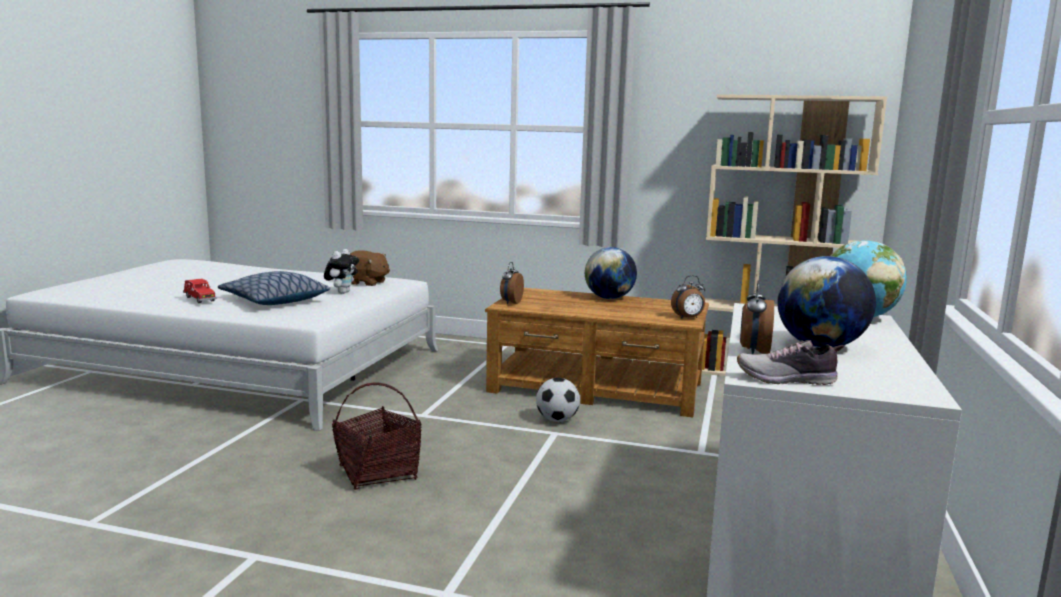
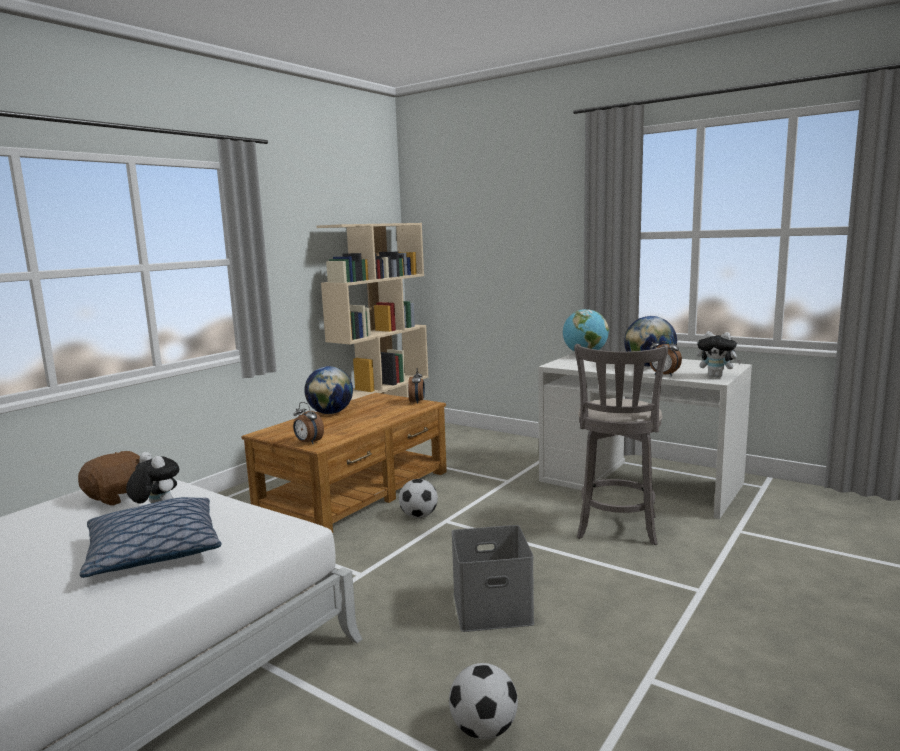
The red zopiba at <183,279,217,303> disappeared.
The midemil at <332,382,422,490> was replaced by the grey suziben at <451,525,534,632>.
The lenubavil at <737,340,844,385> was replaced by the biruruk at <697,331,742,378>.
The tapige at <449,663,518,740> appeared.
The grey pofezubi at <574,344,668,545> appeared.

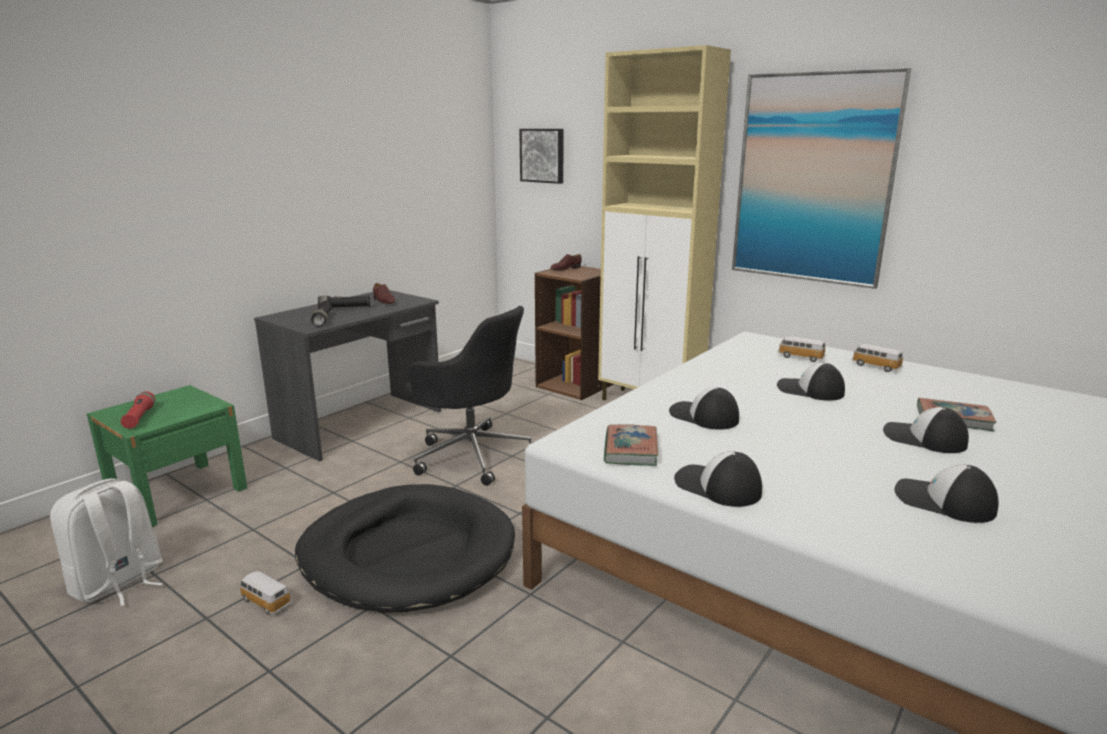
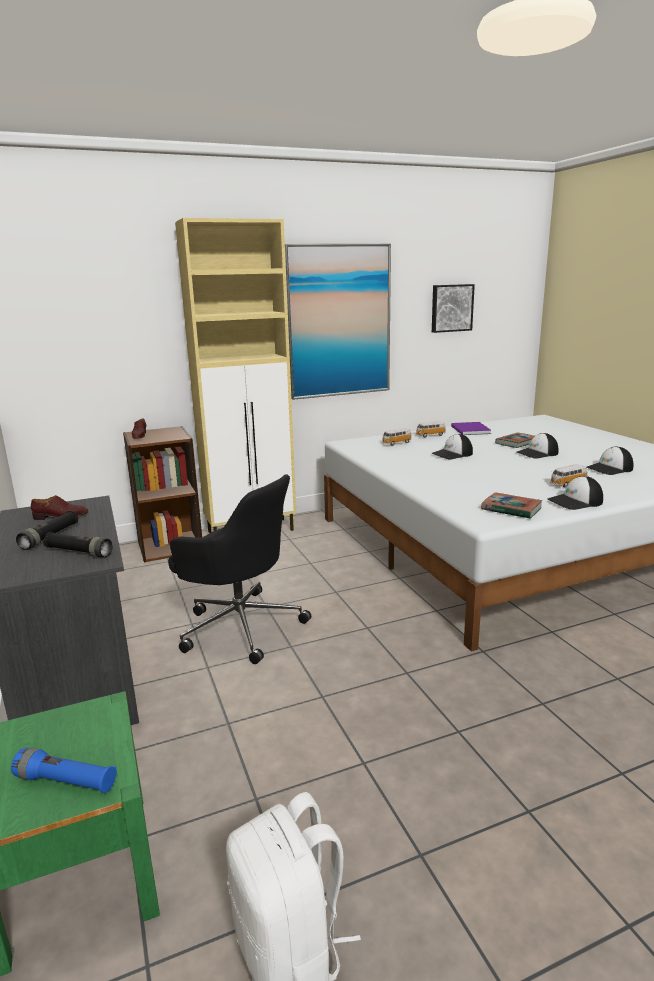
The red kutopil at <121,392,155,429> became the blue kutopil at <11,748,117,793>.
The zopiba moved from <239,571,292,615> to <550,464,588,487>.
The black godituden at <295,484,515,613> disappeared.
The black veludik at <405,306,531,486> turned 60 degrees clockwise.
The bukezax moved from <519,129,564,184> to <432,284,475,333>.
The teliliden at <669,387,739,430> disappeared.
The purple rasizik at <451,422,491,435> appeared.

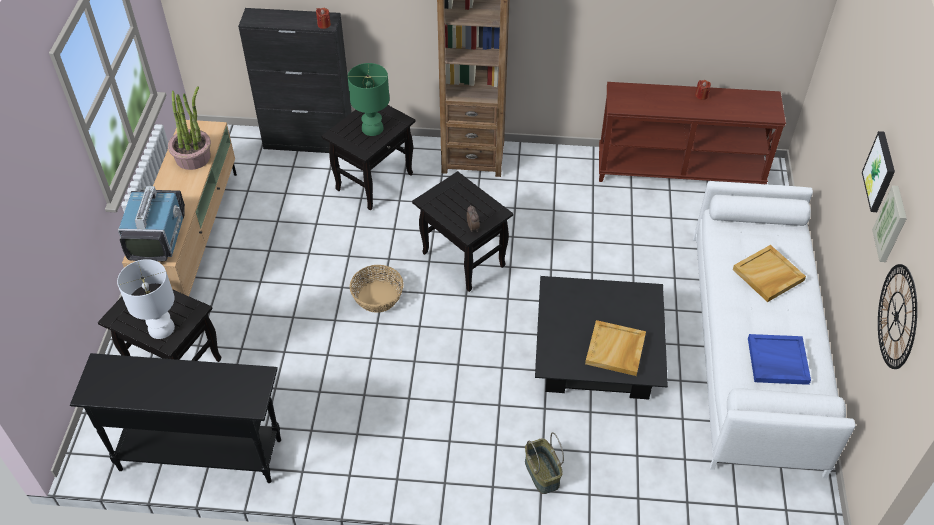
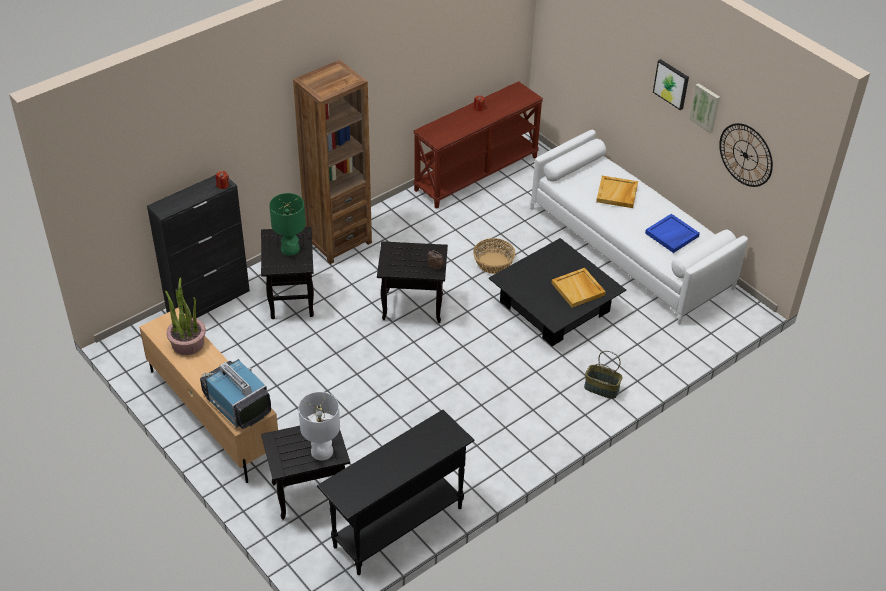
The midemil moved from <350,265,404,313> to <473,238,515,274>.

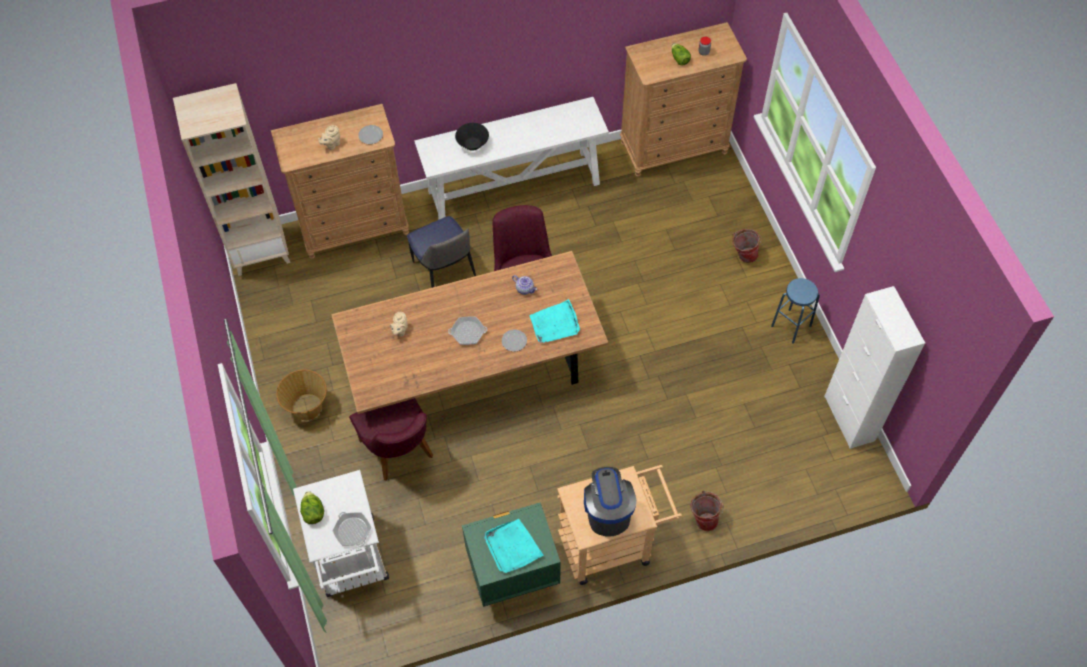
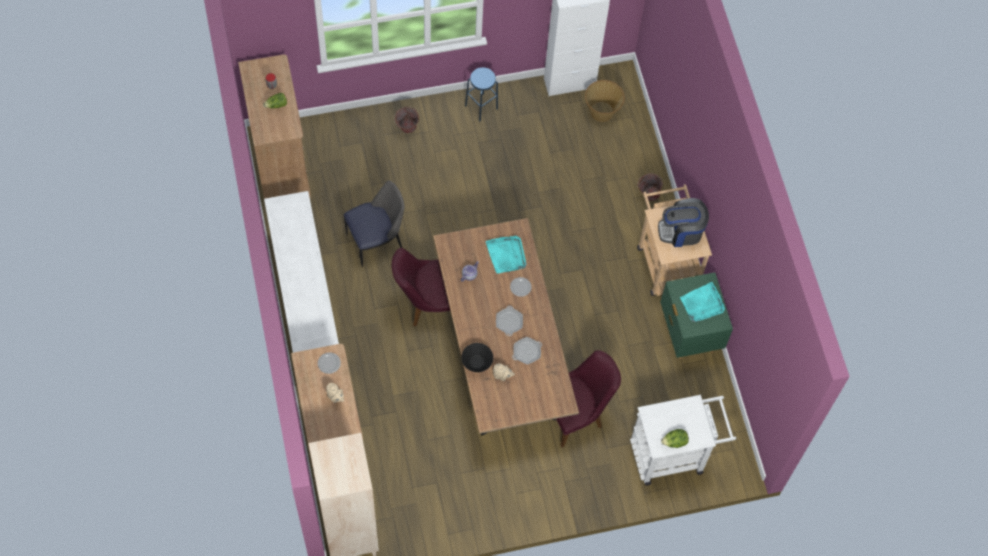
The midemil moved from <276,370,327,420> to <585,80,625,122>.
The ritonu moved from <333,512,371,547> to <512,337,542,365>.
The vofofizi moved from <407,216,476,288> to <344,180,405,267>.
The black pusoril moved from <455,123,489,151> to <461,343,493,372>.

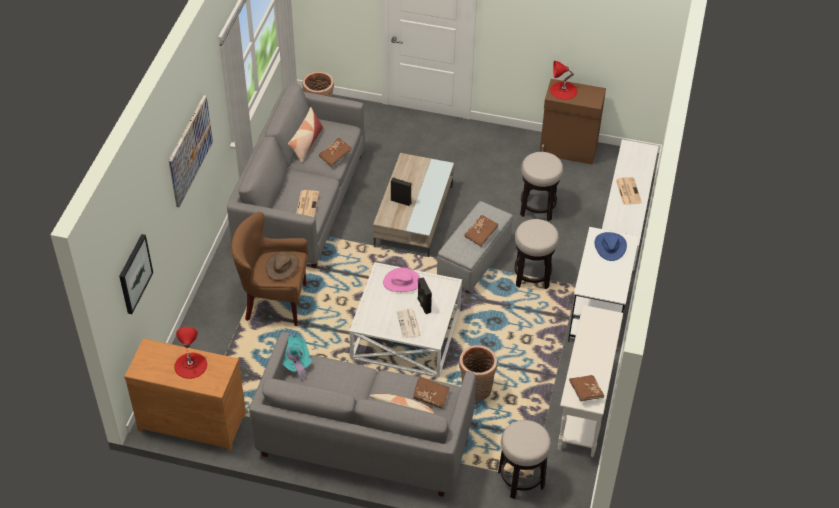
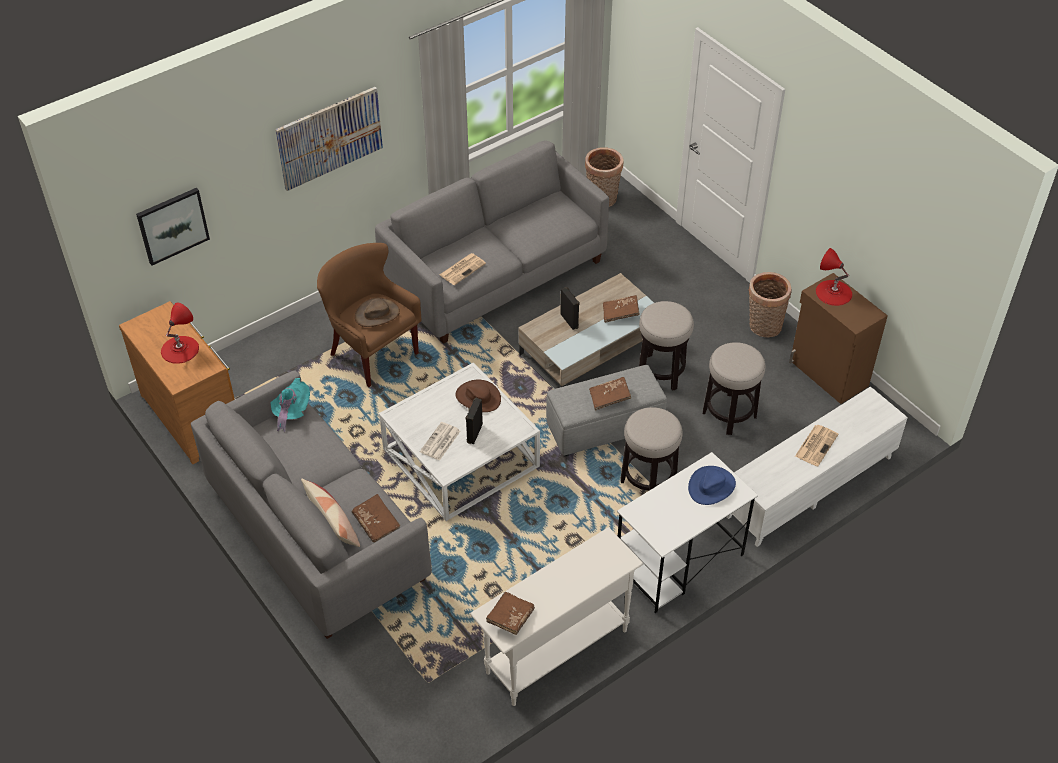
The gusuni at <288,107,324,163> disappeared.
The brown rasizik moved from <319,138,352,167> to <603,295,640,323>.
The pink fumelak at <383,268,420,292> became the brown fumelak at <455,380,501,412>.
The midemil moved from <459,345,497,401> to <748,272,792,337>.
The pofezubi moved from <498,420,551,499> to <639,301,694,391>.

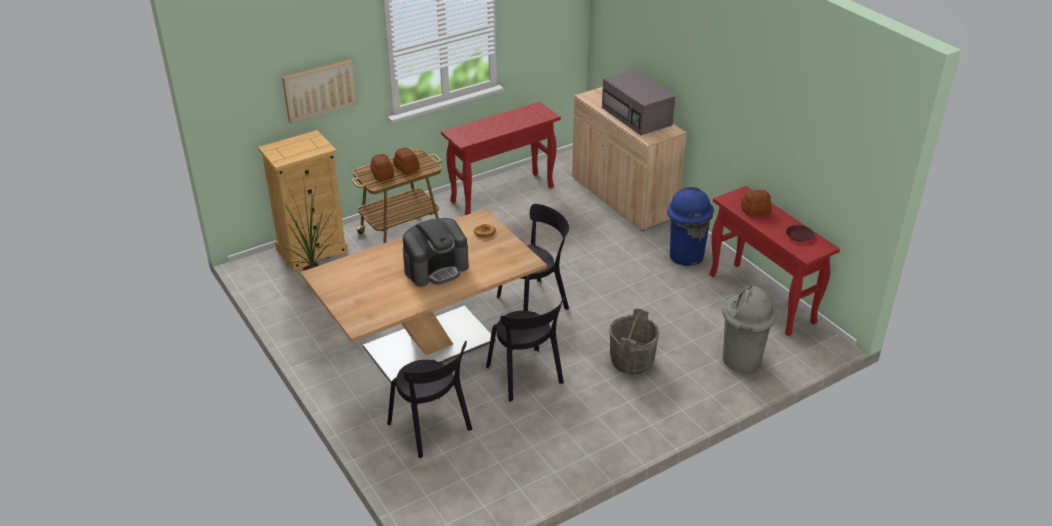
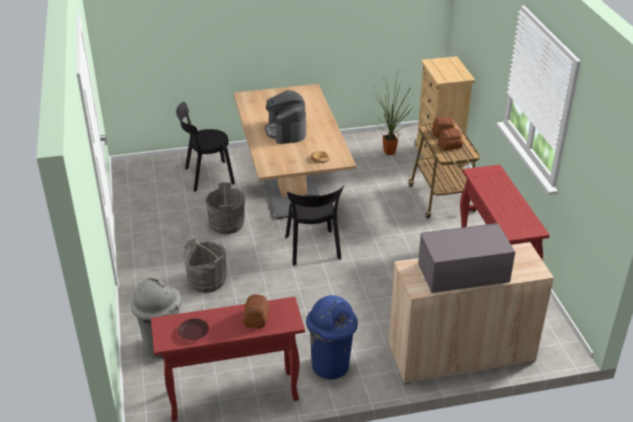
The bukezax at <282,60,357,123> disappeared.
The black vofofizi at <486,296,565,402> was replaced by the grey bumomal at <205,182,245,234>.

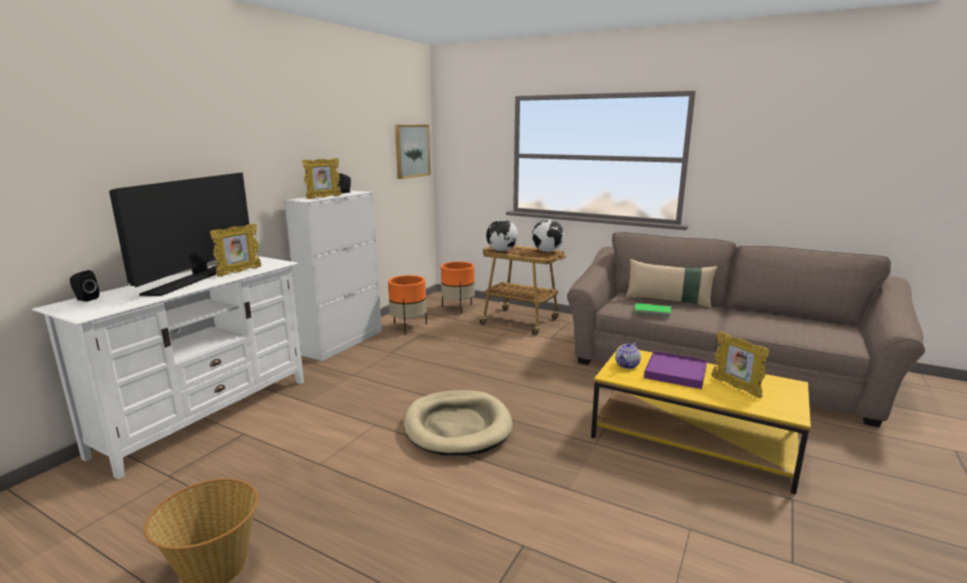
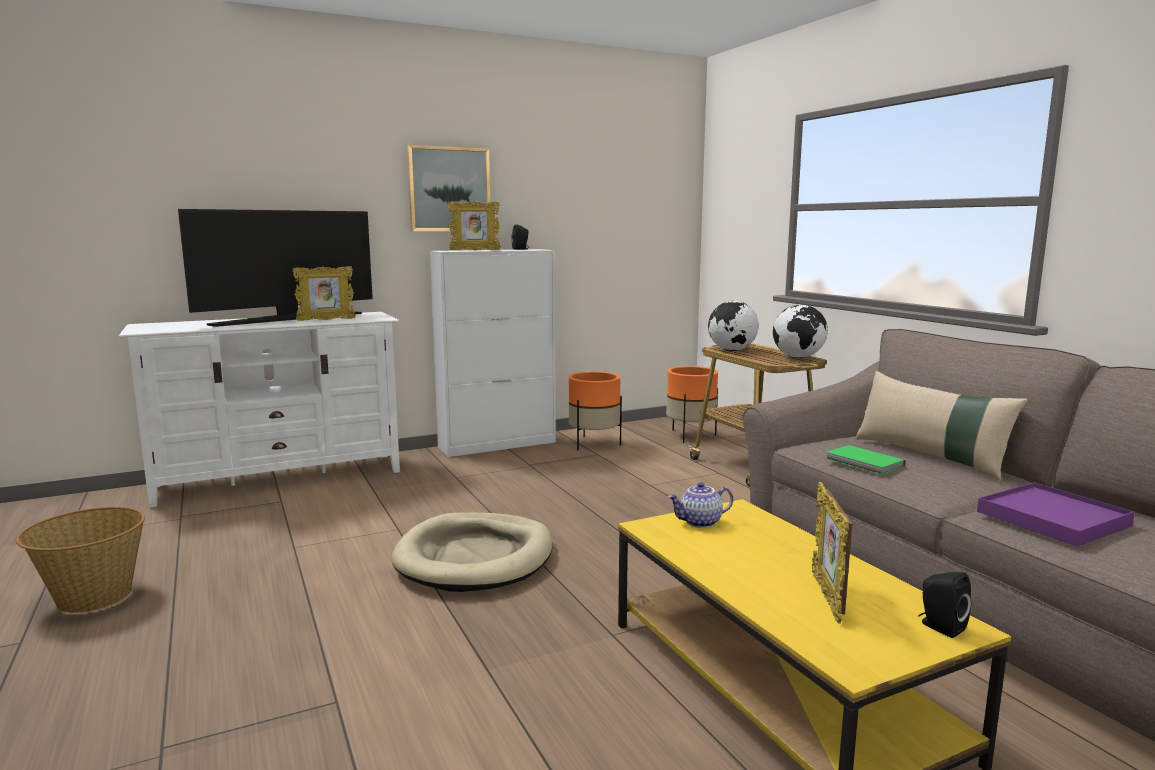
The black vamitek moved from <70,270,99,302> to <918,572,971,638>.
The bukezax moved from <395,125,430,179> to <407,145,490,231>.
The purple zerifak moved from <644,351,707,389> to <977,482,1135,546>.

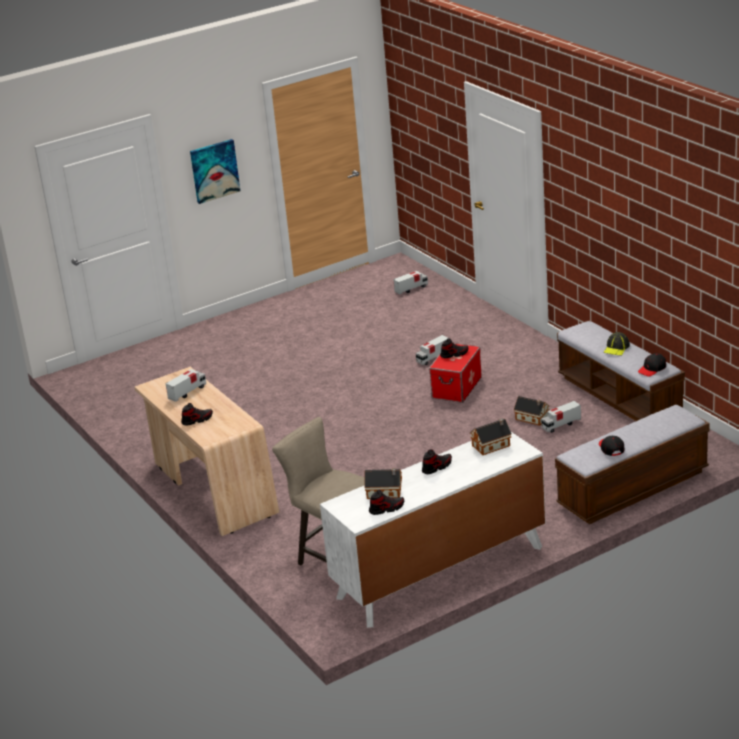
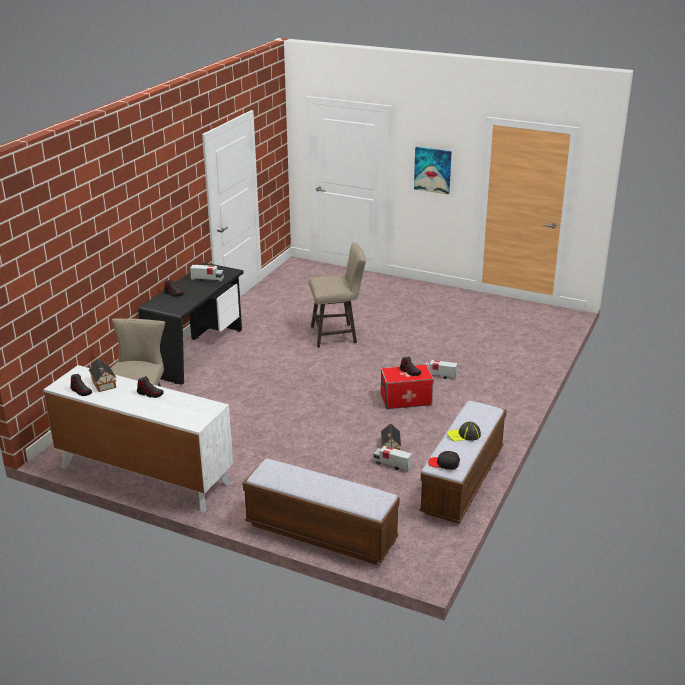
The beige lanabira at <134,367,279,536> became the black lanabira at <138,263,244,385>.
The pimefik at <393,271,428,295> disappeared.
The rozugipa at <470,418,512,455> disappeared.
The black teliliden at <599,436,625,456> disappeared.
The beige pofezubi at <309,242,366,348> appeared.

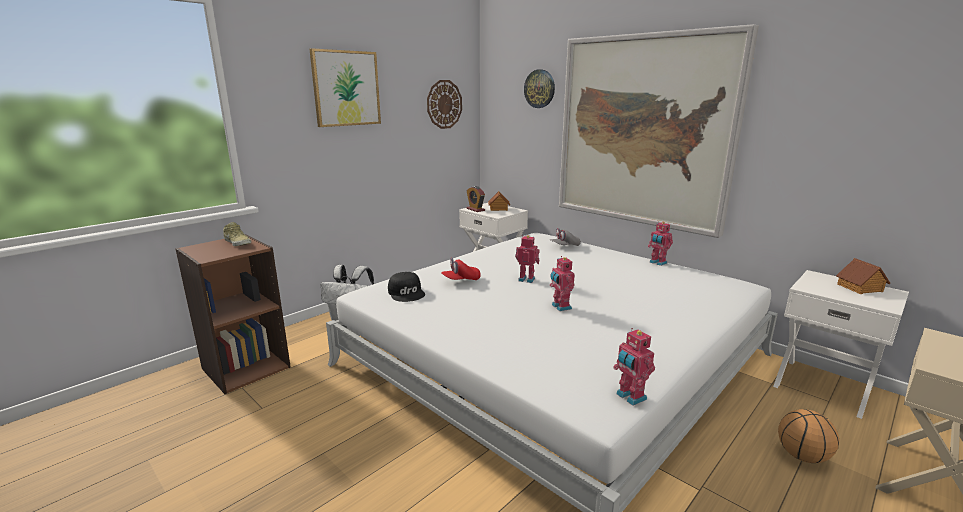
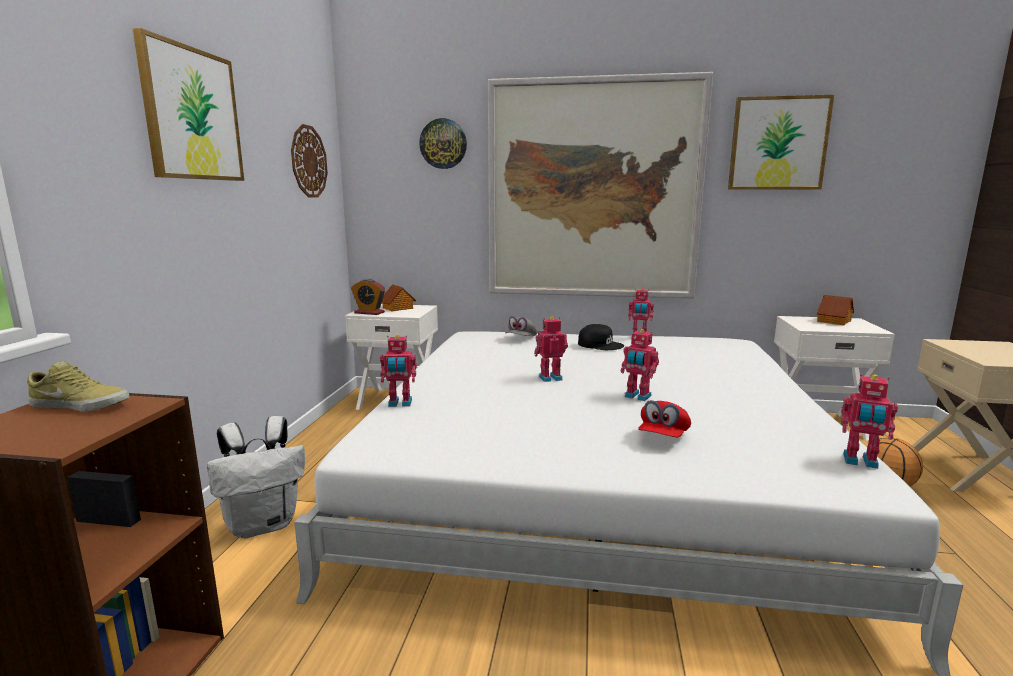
The black teliliden moved from <388,272,425,302> to <578,324,624,350>.
The red teliliden moved from <441,258,481,280> to <638,400,691,438>.
The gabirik at <380,335,417,407> appeared.
The bukezax at <728,95,834,190> appeared.

